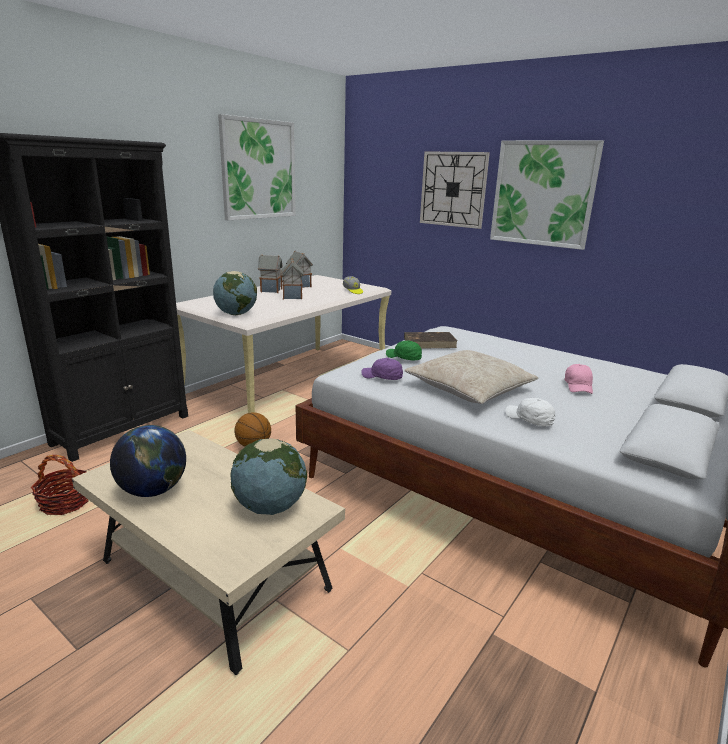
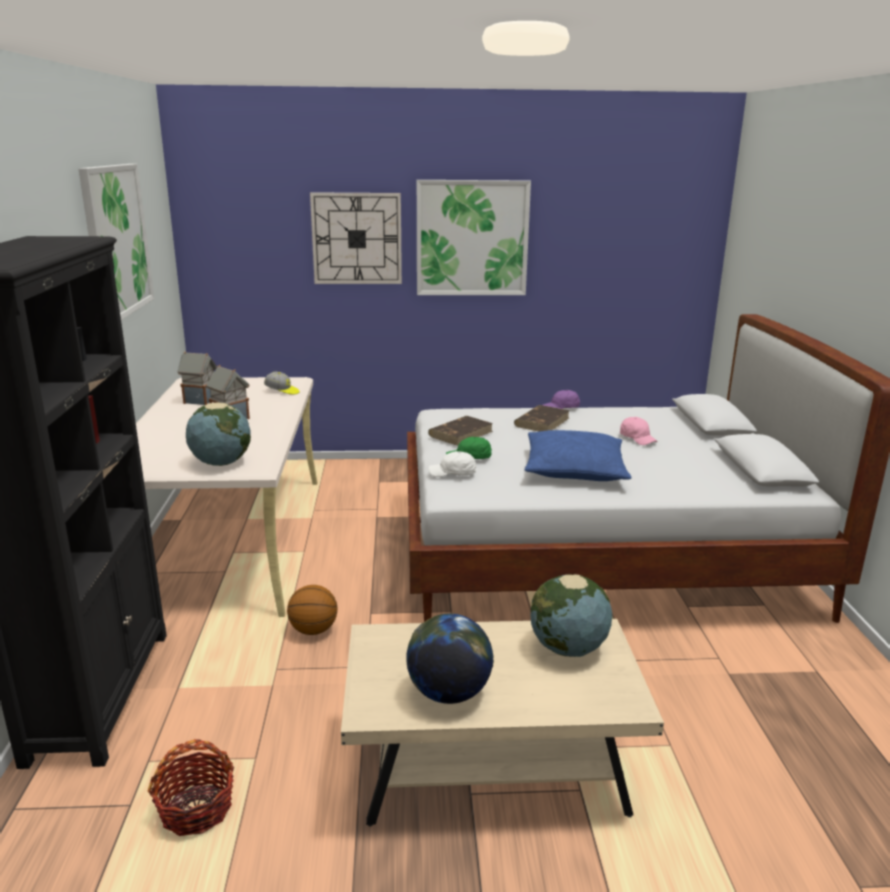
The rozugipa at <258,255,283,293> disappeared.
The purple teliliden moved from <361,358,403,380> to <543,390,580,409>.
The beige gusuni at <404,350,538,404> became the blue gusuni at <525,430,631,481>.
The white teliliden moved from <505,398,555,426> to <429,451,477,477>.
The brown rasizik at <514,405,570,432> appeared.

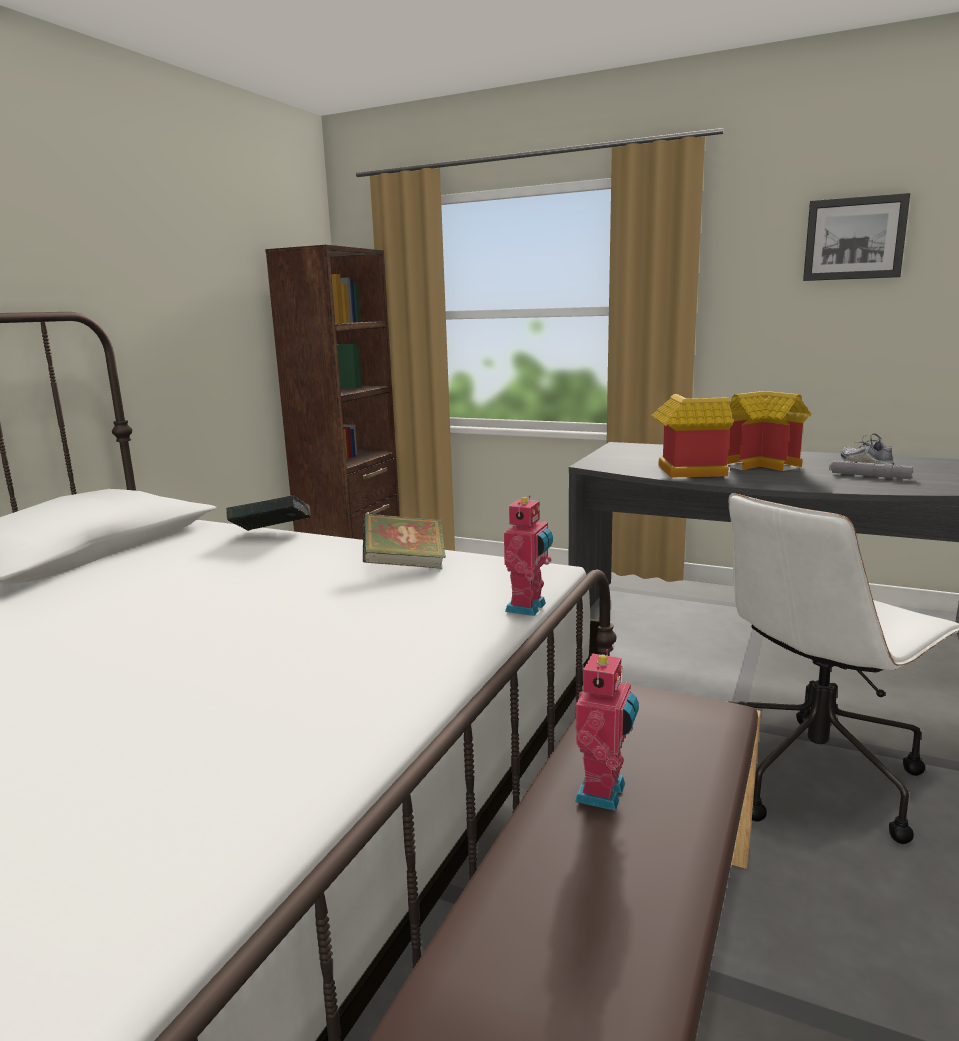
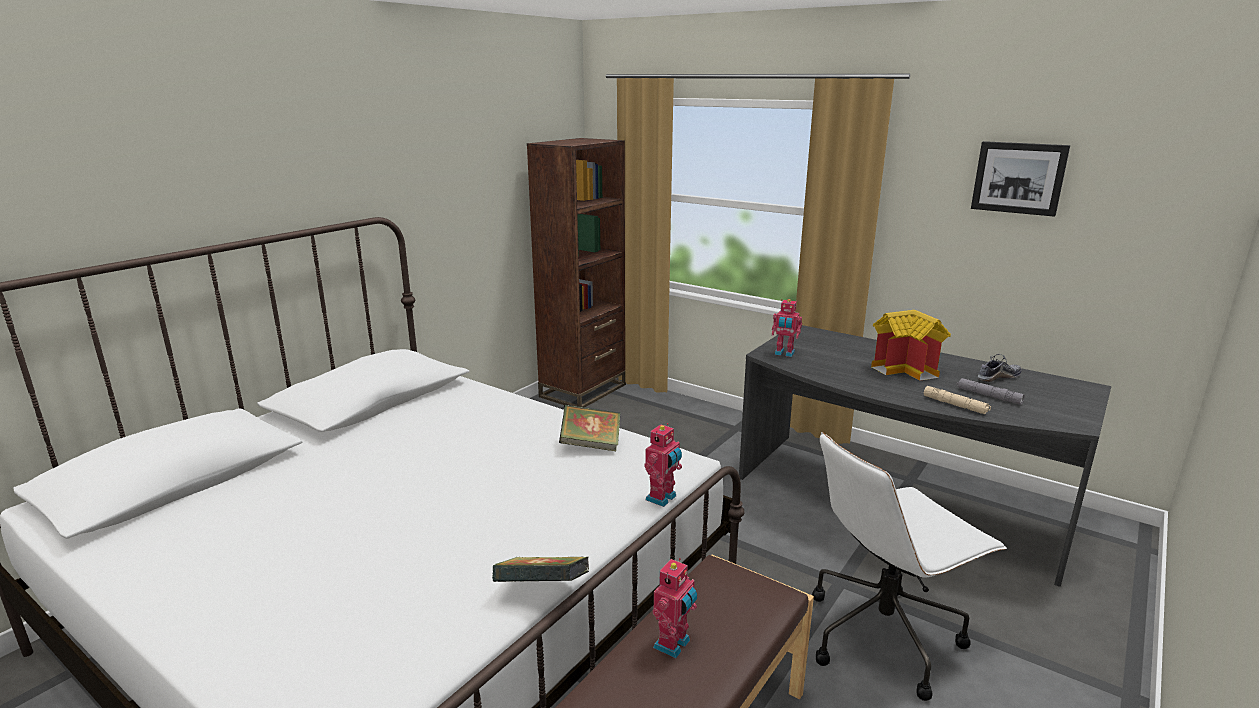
The rasizik moved from <226,495,311,531> to <492,556,589,582>.
The rozugipa at <651,394,733,478> disappeared.
The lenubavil at <841,434,893,464> turned 75 degrees clockwise.
The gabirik at <772,299,802,357> appeared.
The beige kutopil at <924,386,991,415> appeared.

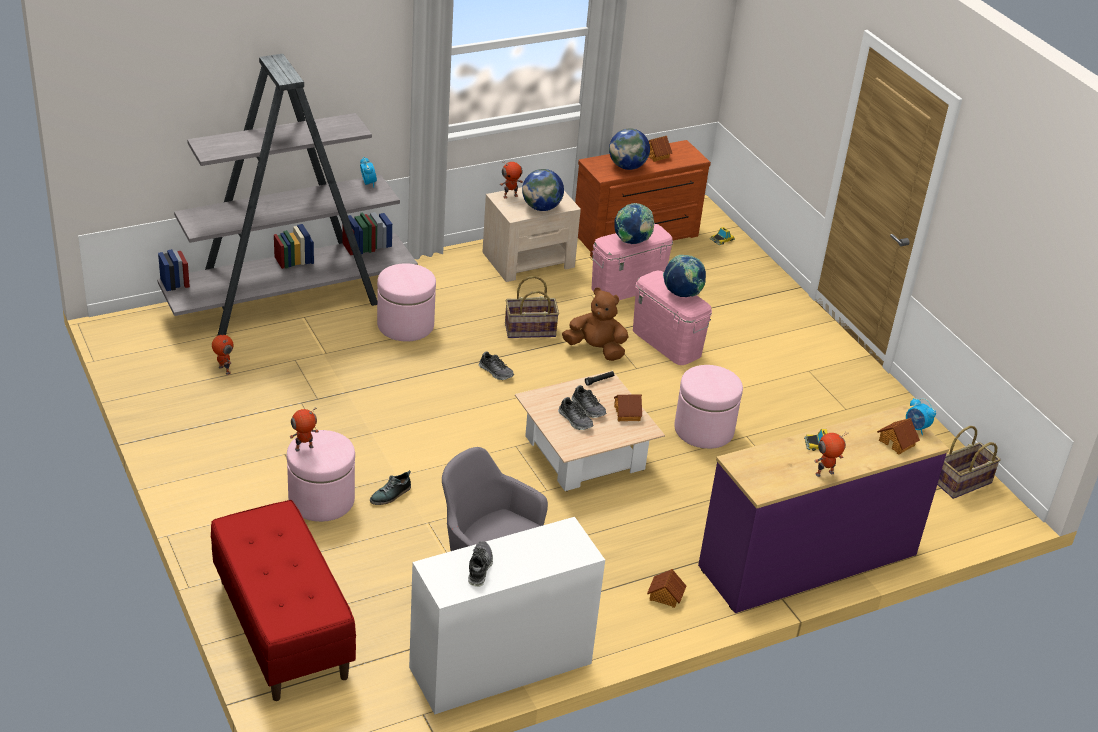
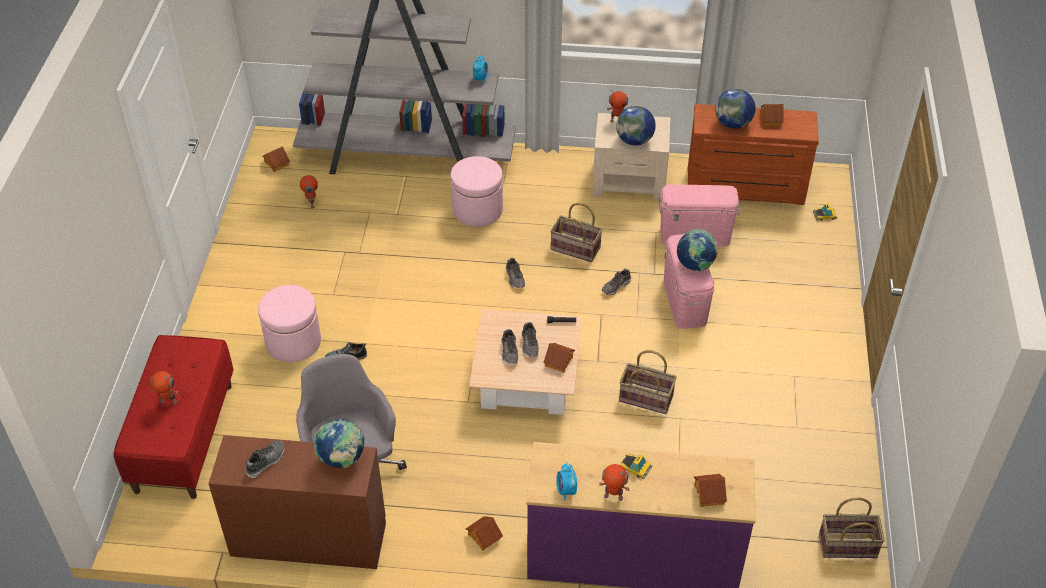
The gabirik moved from <290,407,319,451> to <150,371,178,405>.
The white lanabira at <409,517,605,714> became the brown lanabira at <208,435,386,569>.
The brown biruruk at <562,288,628,361> was replaced by the lenubavil at <602,268,631,295>.
The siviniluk moved from <614,203,654,244> to <314,419,365,468>.
The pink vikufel at <674,365,743,449> was replaced by the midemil at <619,350,677,414>.
The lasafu moved from <906,398,936,435> to <557,462,577,500>.
The rozugipa at <262,146,290,172> appeared.

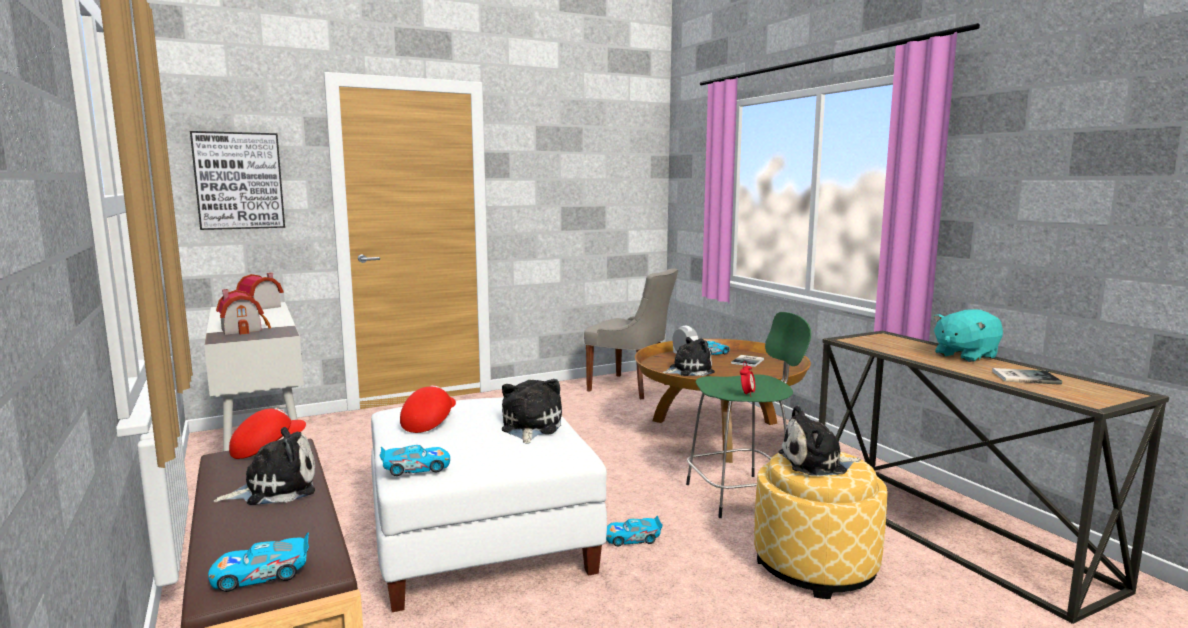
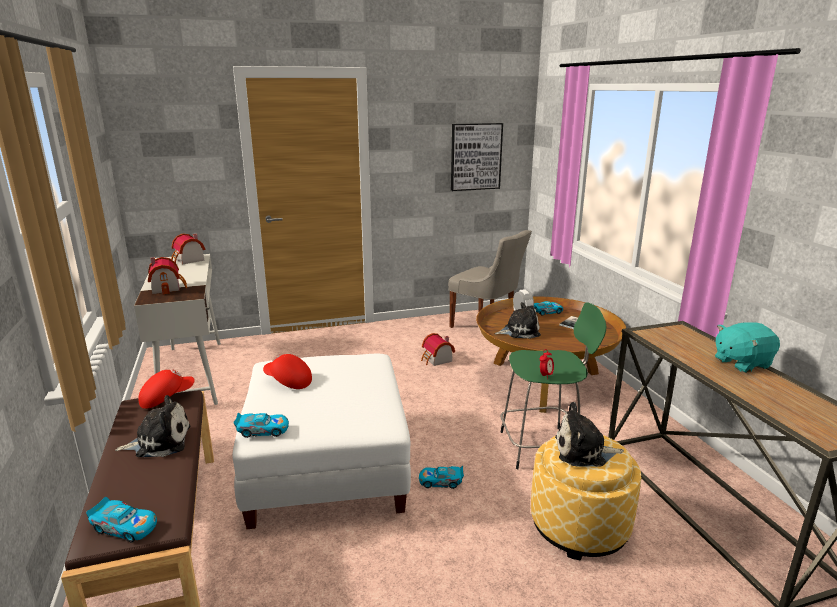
The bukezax moved from <190,131,285,230> to <451,123,503,191>.
The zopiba at <208,533,309,592> turned 150 degrees counterclockwise.
The red teliliden at <400,385,456,433> turned 90 degrees counterclockwise.
The biruruk at <502,379,562,444> disappeared.
The rasizik at <992,368,1062,385> disappeared.
The rozugipa at <421,333,455,366> appeared.

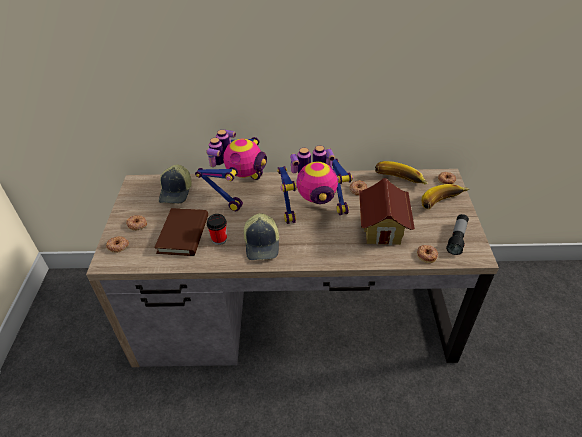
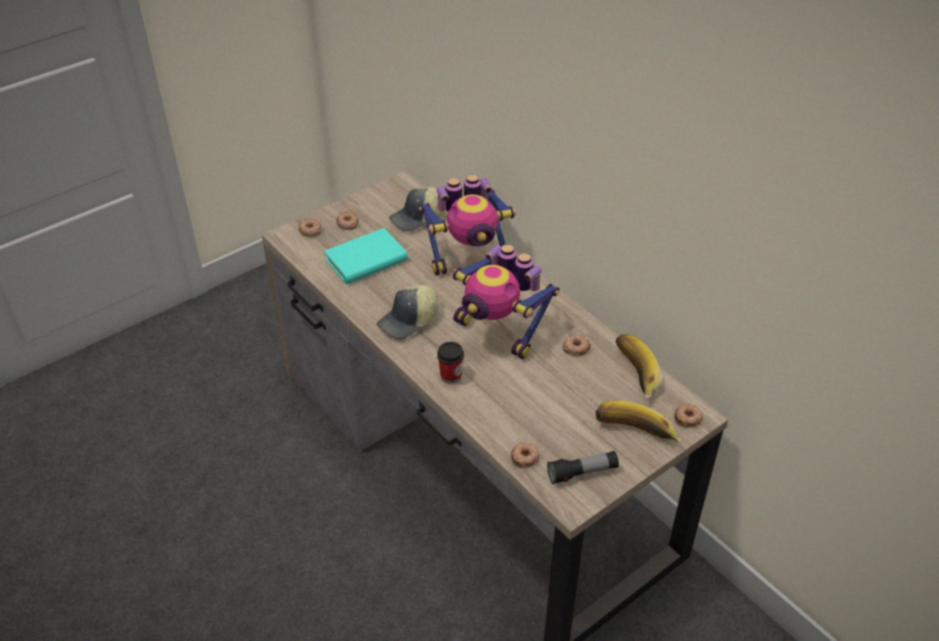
The brown rasizik at <154,208,208,256> became the turquoise rasizik at <324,228,408,284>.
The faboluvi moved from <207,214,227,245> to <437,342,464,384>.
The rozugipa at <359,178,415,245> disappeared.

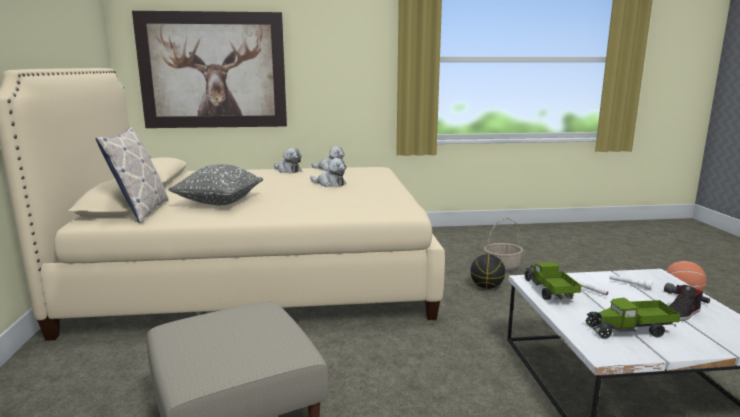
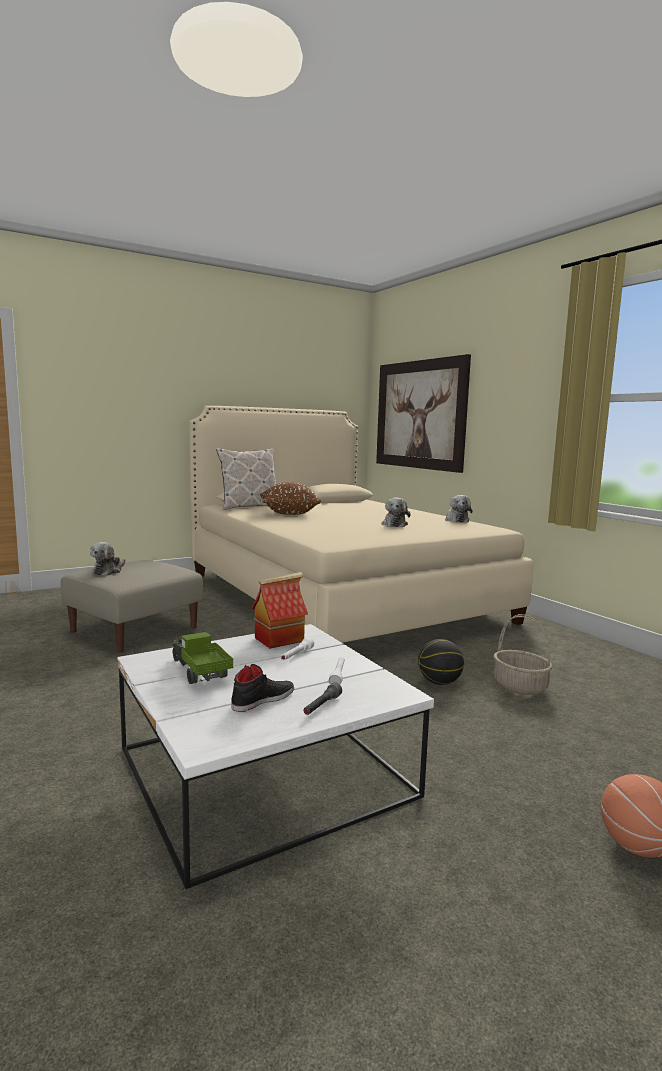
The grey gusuni at <168,164,263,205> became the brown gusuni at <260,482,322,515>.
The biruruk moved from <274,148,302,173> to <90,542,126,576>.
The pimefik at <524,262,582,300> was replaced by the rozugipa at <251,572,308,648>.
The black lenubavil at <669,285,703,321> turned 105 degrees clockwise.

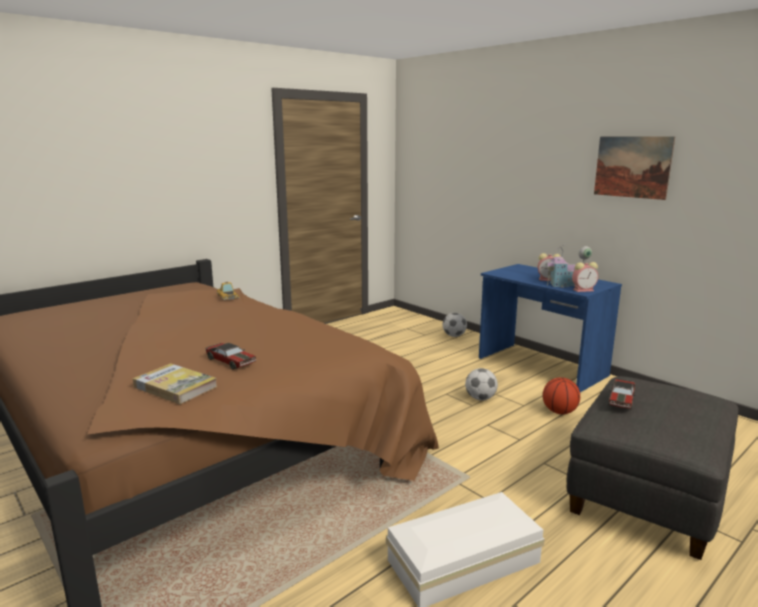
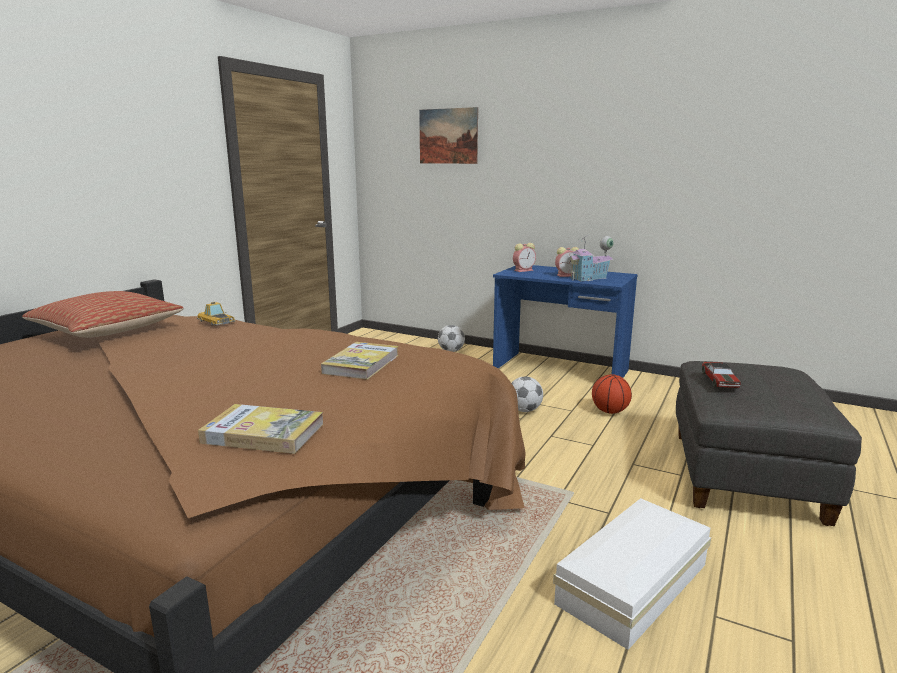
The zopiba at <205,343,256,370> disappeared.
The lasafu moved from <572,262,598,292> to <513,243,536,272>.
The bukezax moved from <594,136,675,200> to <419,107,478,164>.
The gusuni at <22,291,184,338> appeared.
The rasizik at <321,342,399,380> appeared.

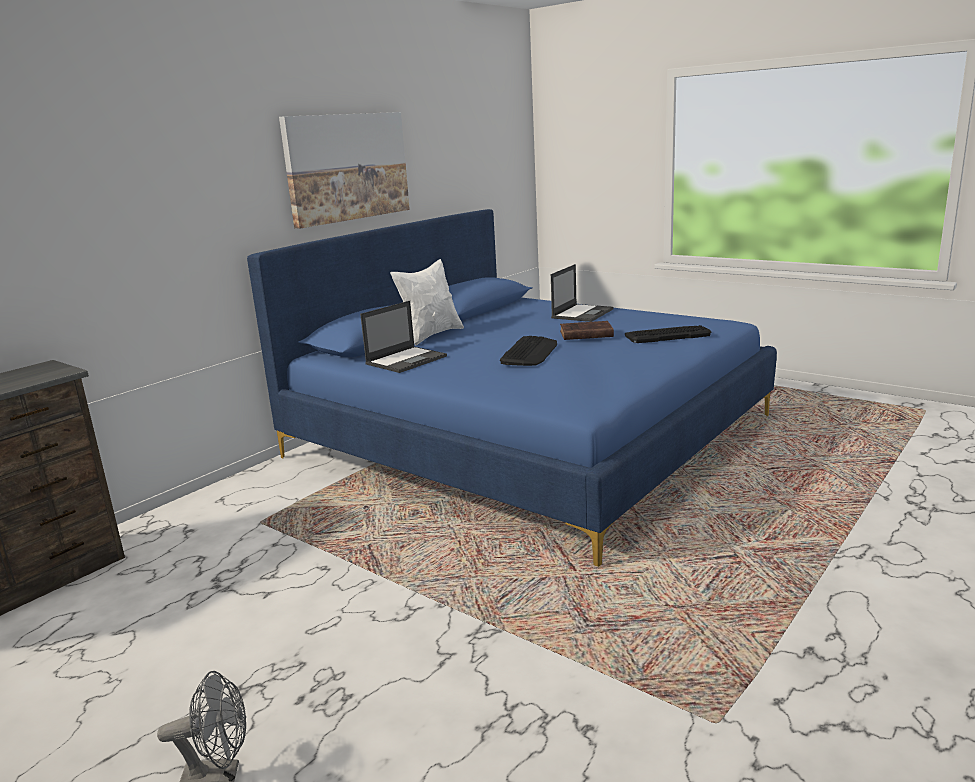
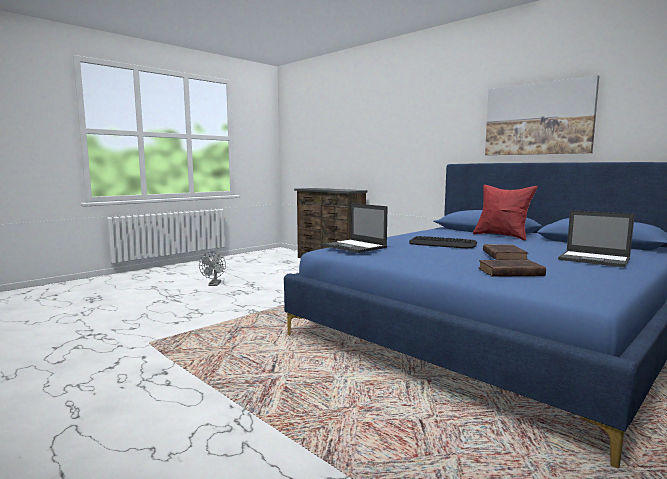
The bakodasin moved from <360,301,447,373> to <323,203,388,253>.
The white gusuni at <390,259,464,345> became the red gusuni at <473,185,538,240>.
The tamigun at <625,325,711,343> was replaced by the brown rasizik at <479,260,546,277>.

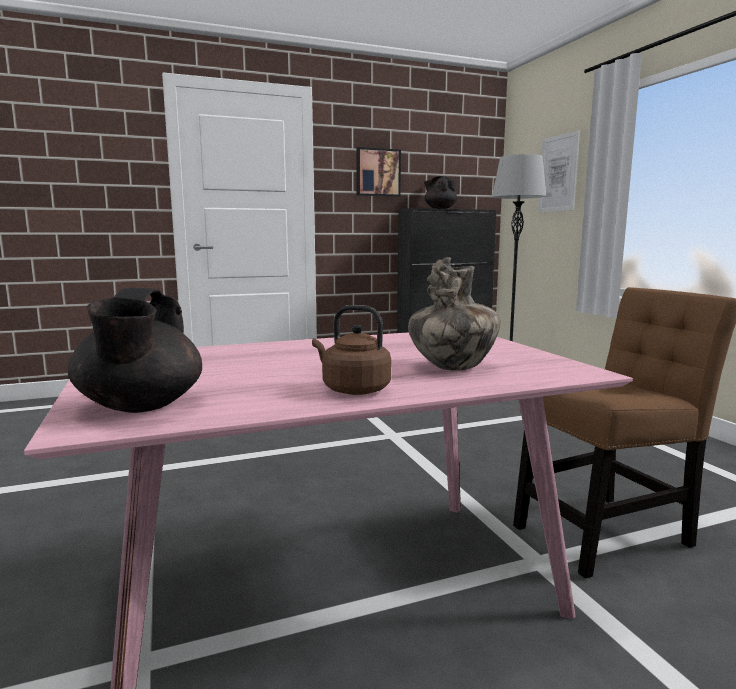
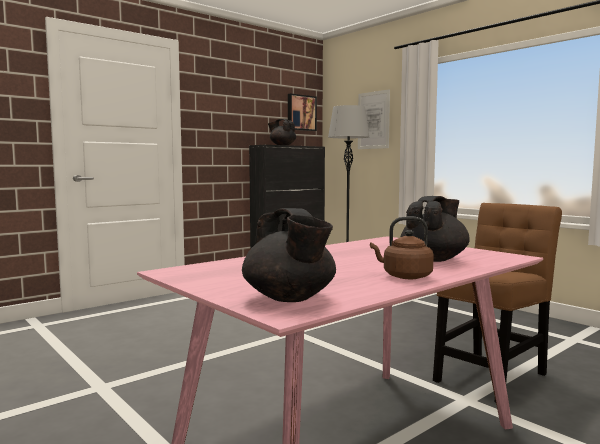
The bukezax moved from <356,147,401,197> to <288,93,317,131>.
The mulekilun at <408,257,501,371> was replaced by the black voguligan at <401,196,470,262>.

